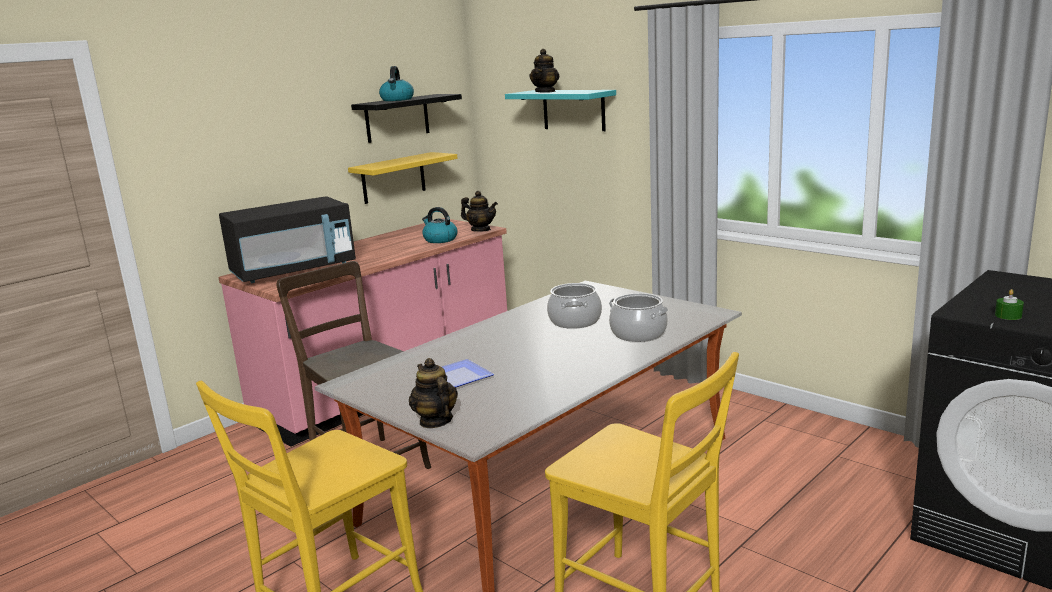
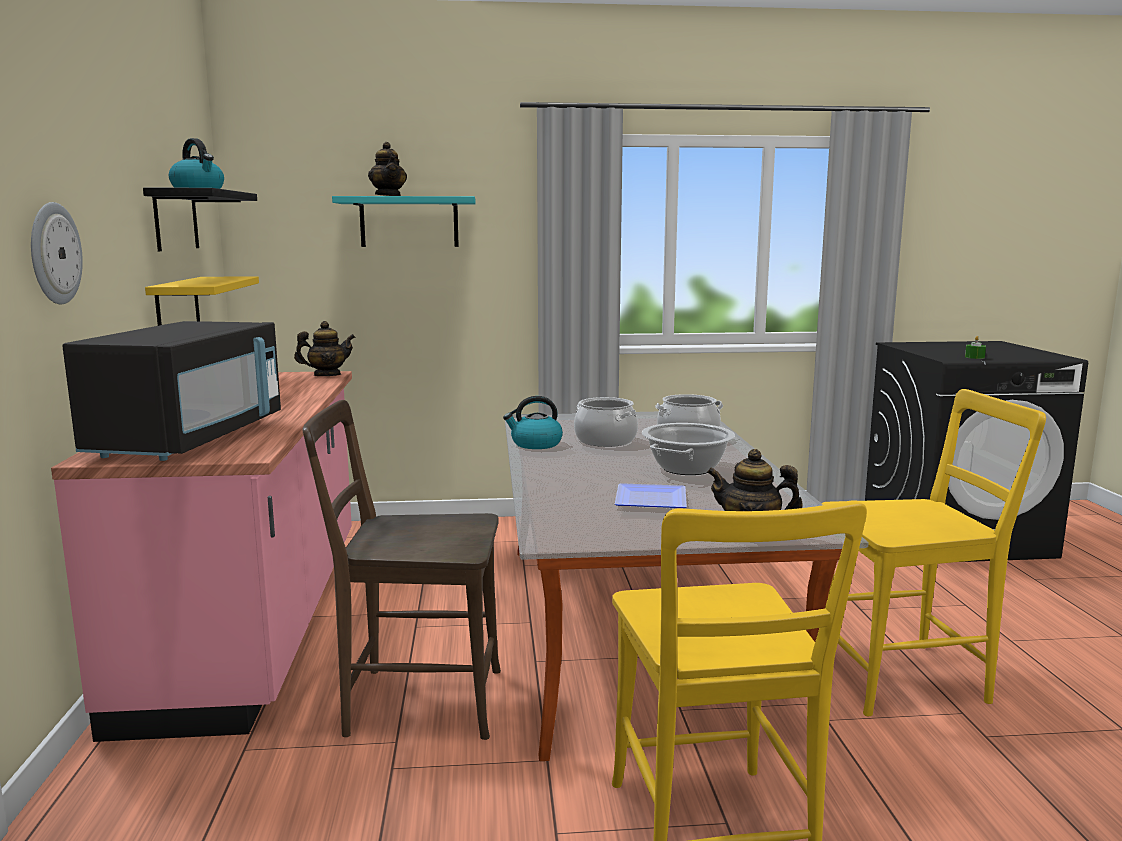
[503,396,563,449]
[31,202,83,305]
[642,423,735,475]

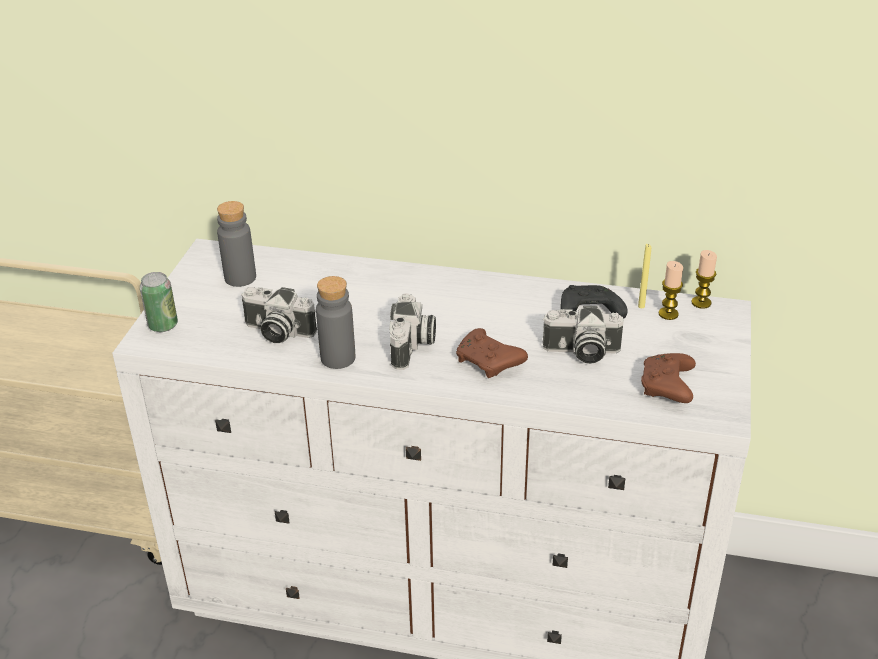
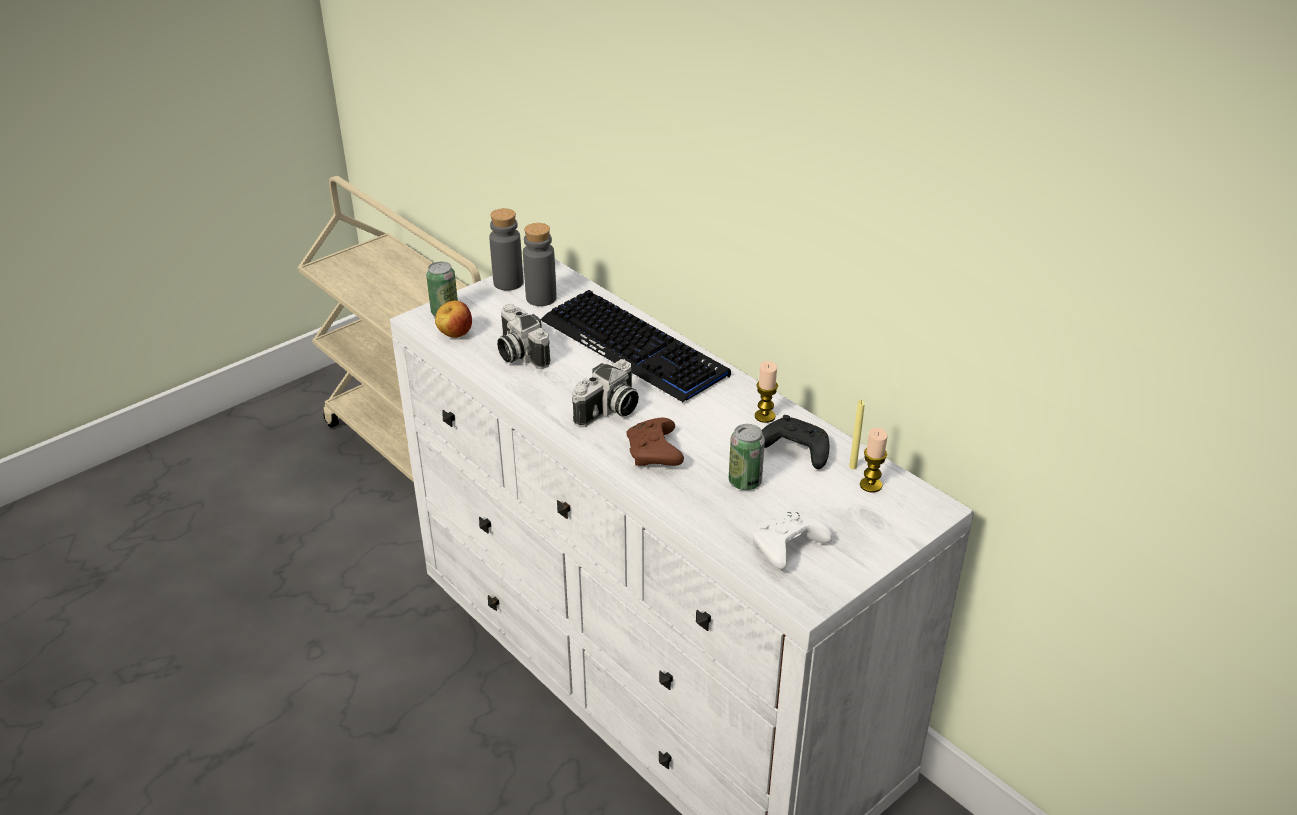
[755,361,778,423]
[489,208,523,291]
[729,424,765,490]
[752,511,832,569]
[541,290,731,402]
[435,301,472,338]

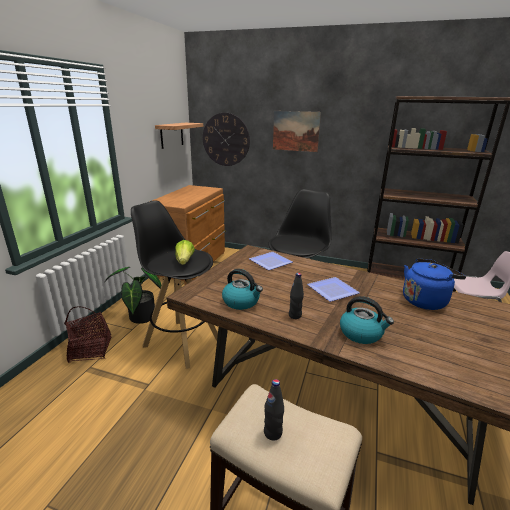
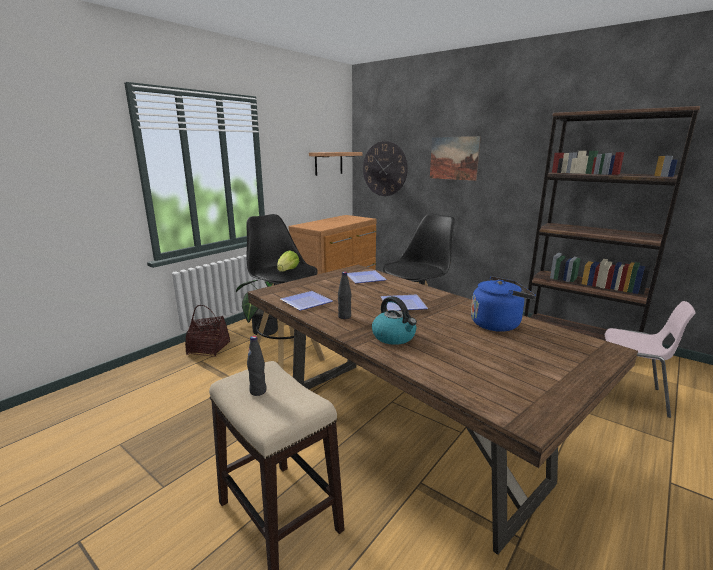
[281,291,333,311]

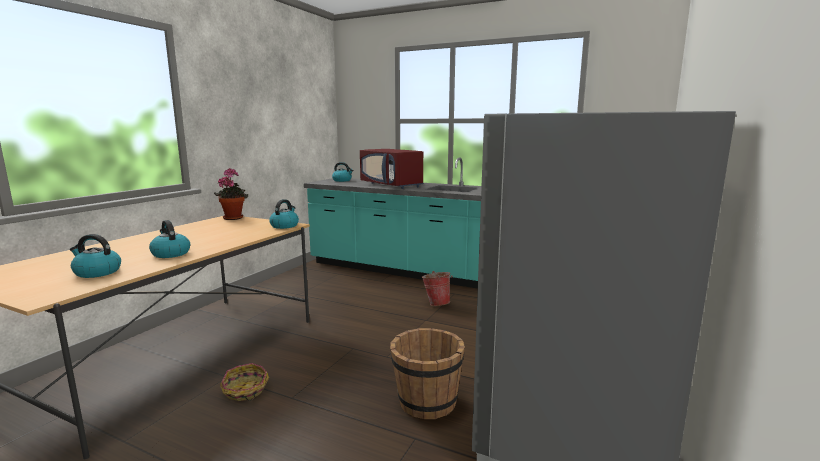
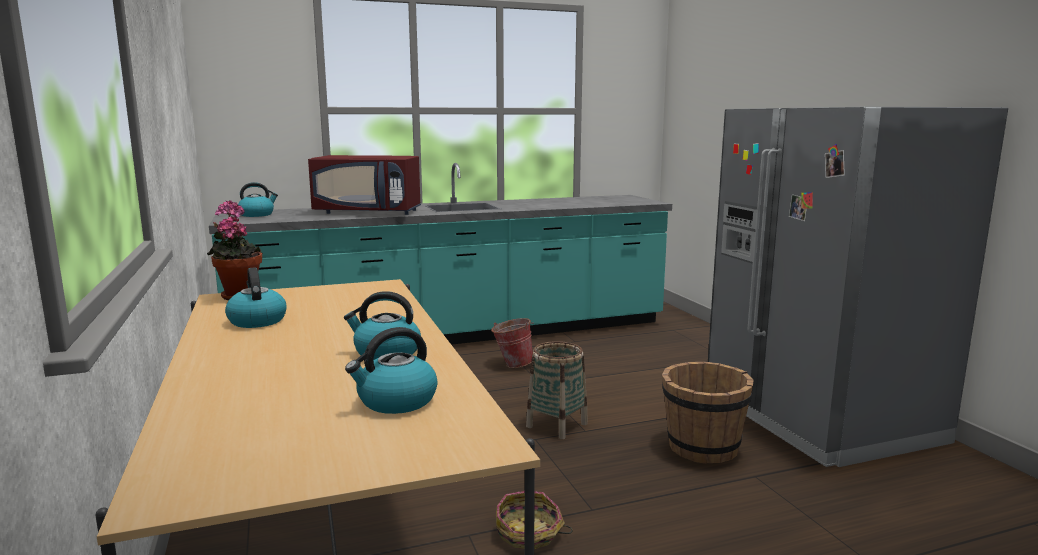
[225,267,286,328]
[526,341,588,439]

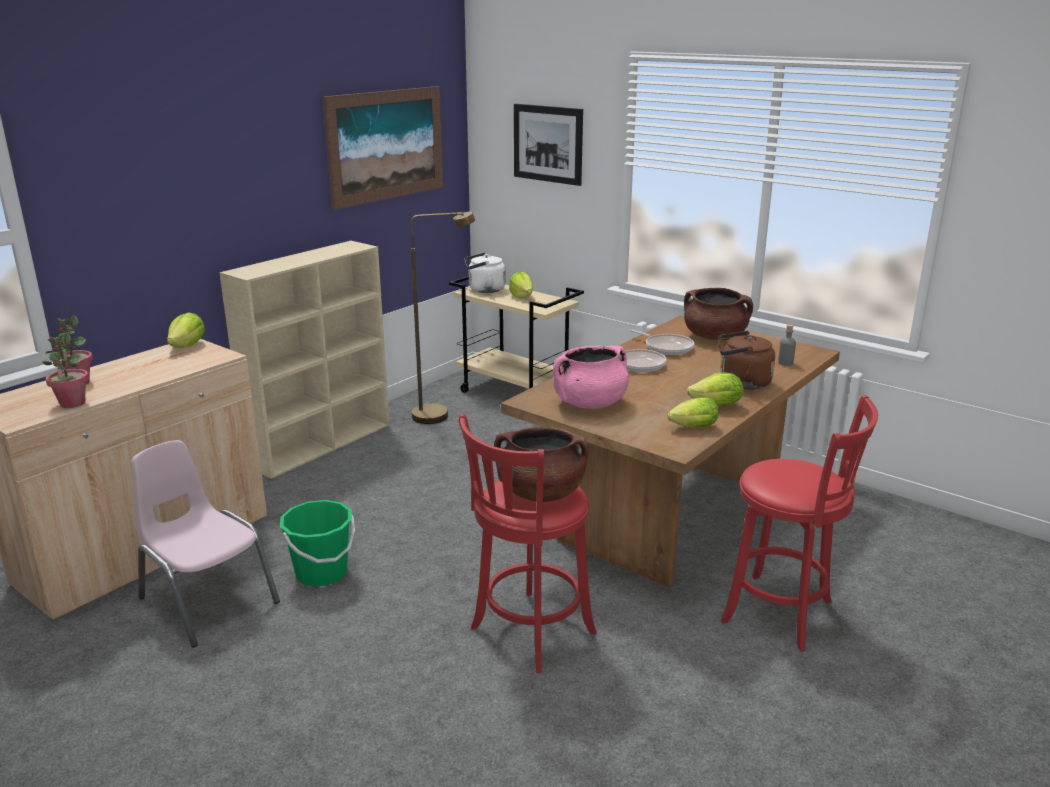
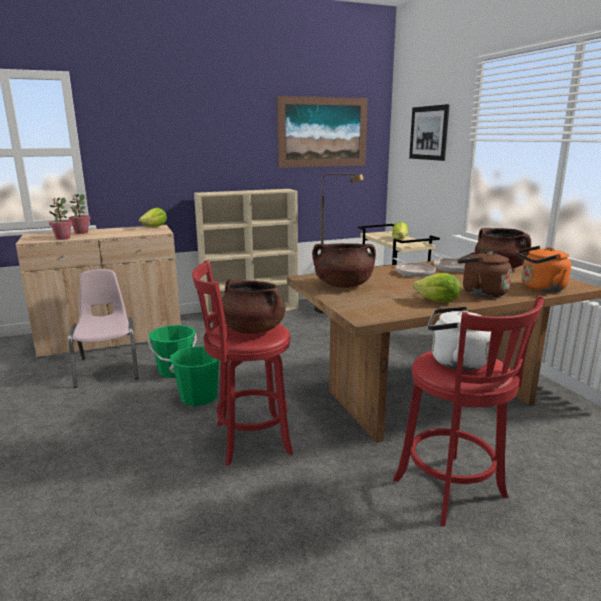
[428,307,491,370]
[517,246,571,292]
[312,243,376,288]
[667,397,719,428] (first image)
[170,346,219,406]

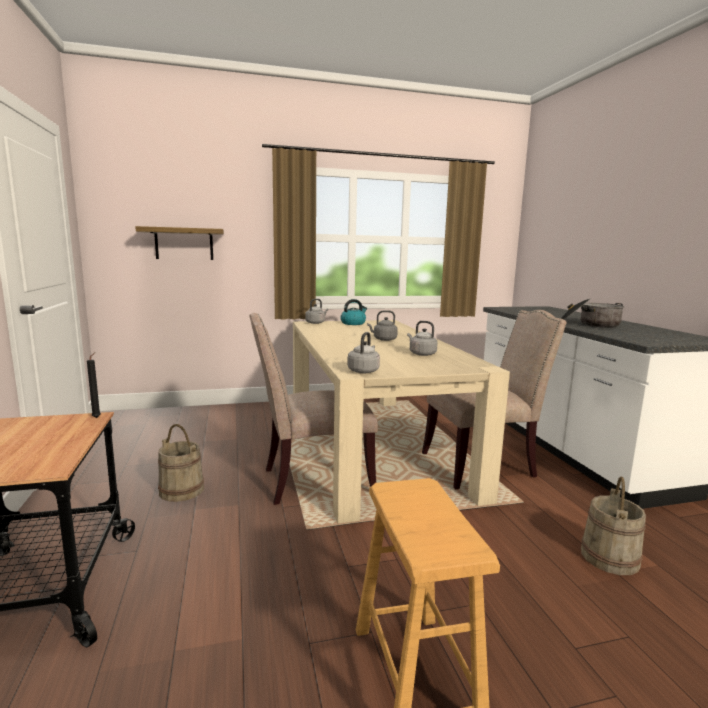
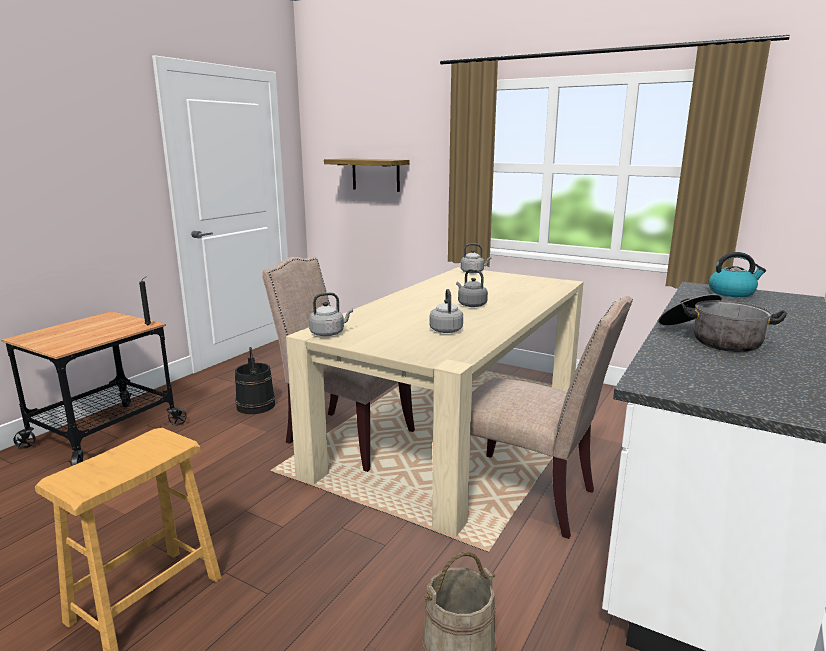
[709,252,766,297]
[235,347,275,414]

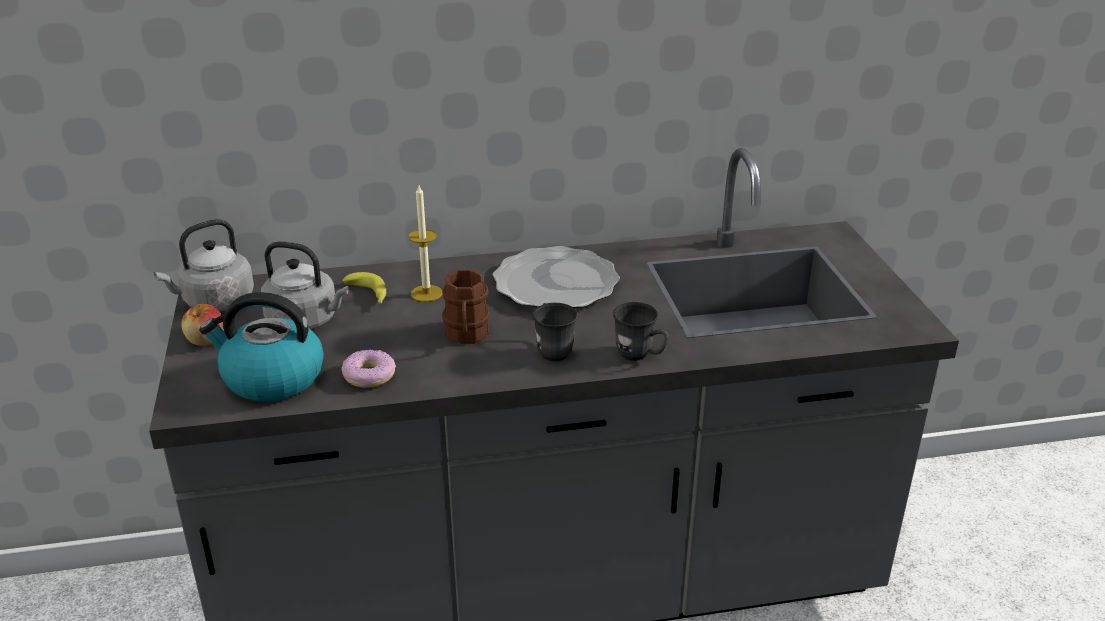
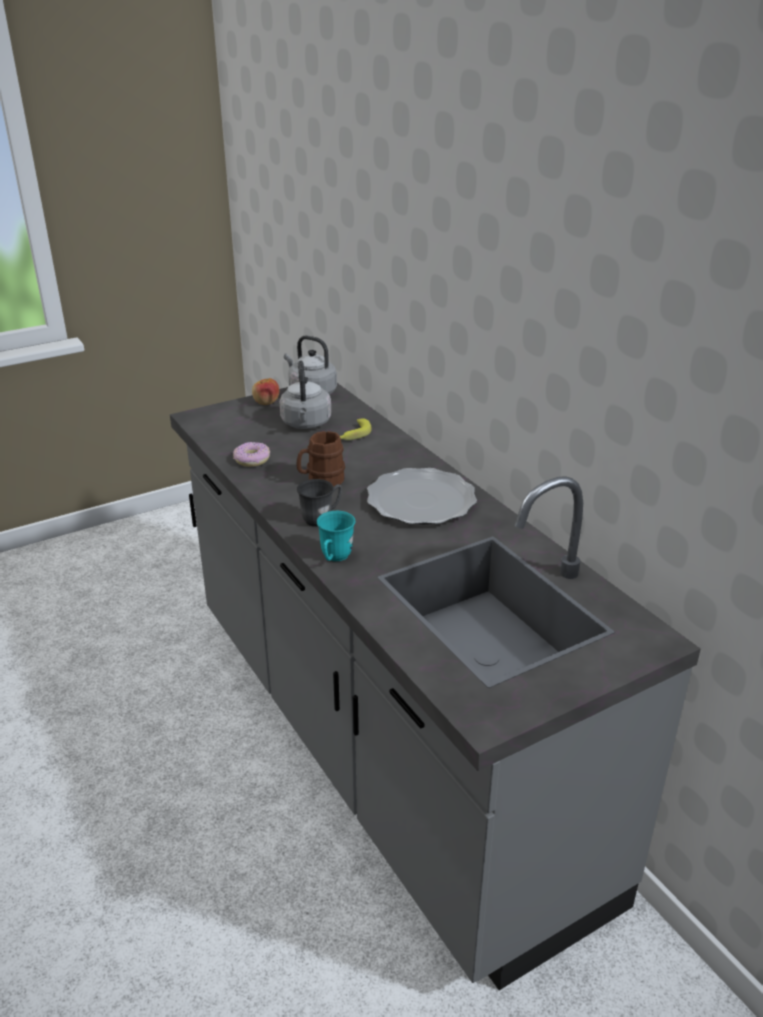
[409,185,442,302] (first image)
[199,292,324,402] (first image)
[317,511,355,561]

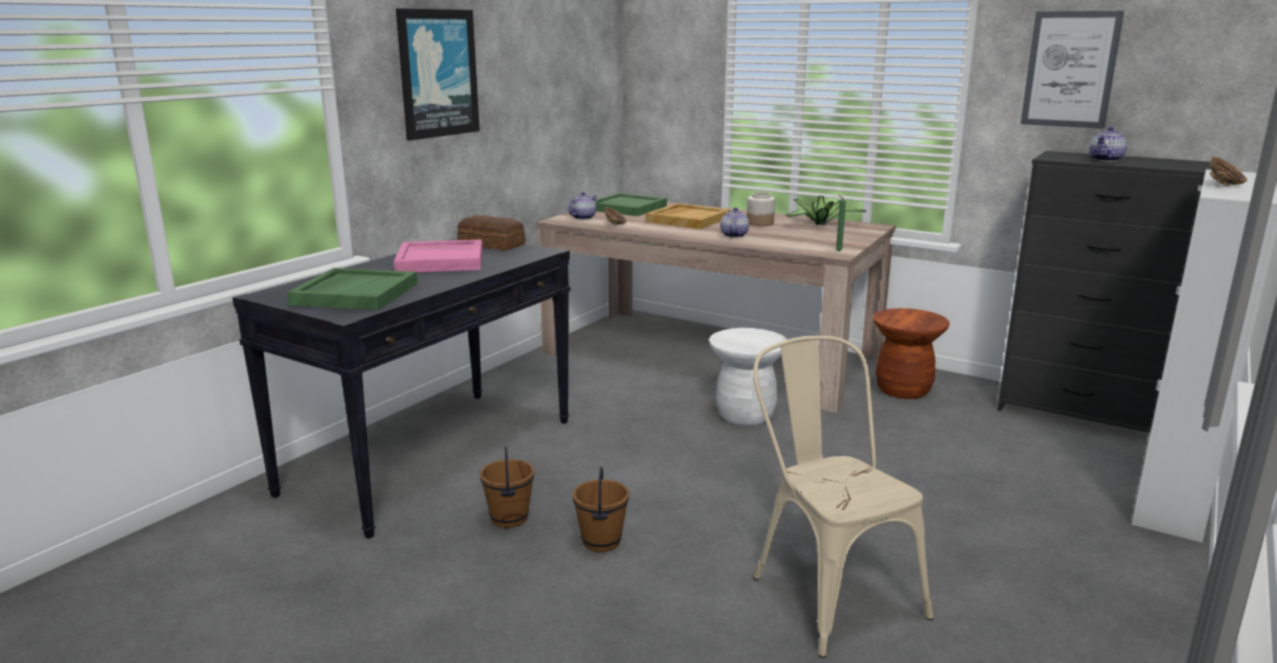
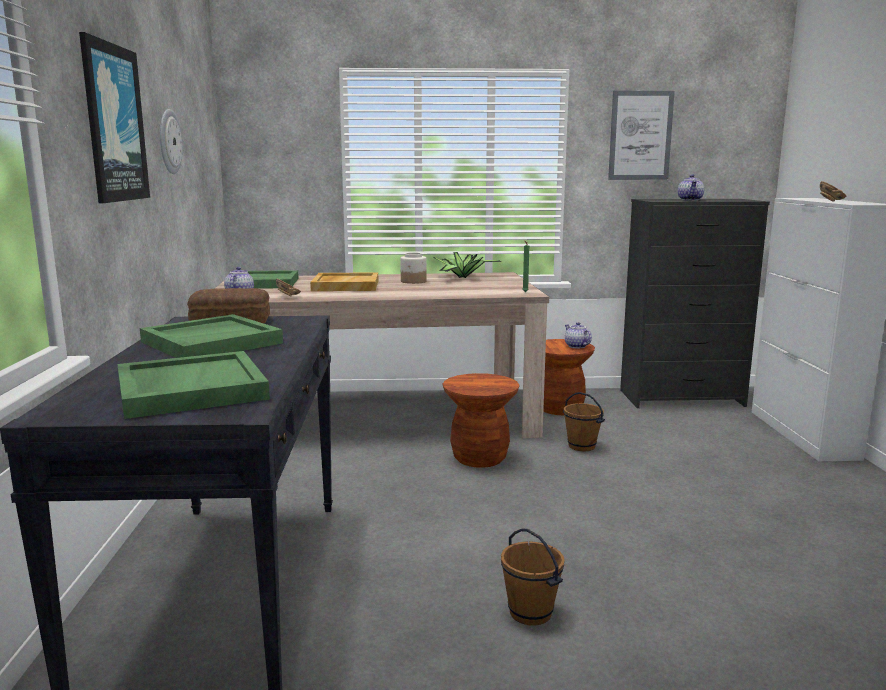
[565,322,592,348]
[140,314,283,358]
[443,373,519,468]
[753,336,933,658] (first image)
[563,392,605,451]
[160,109,183,174]

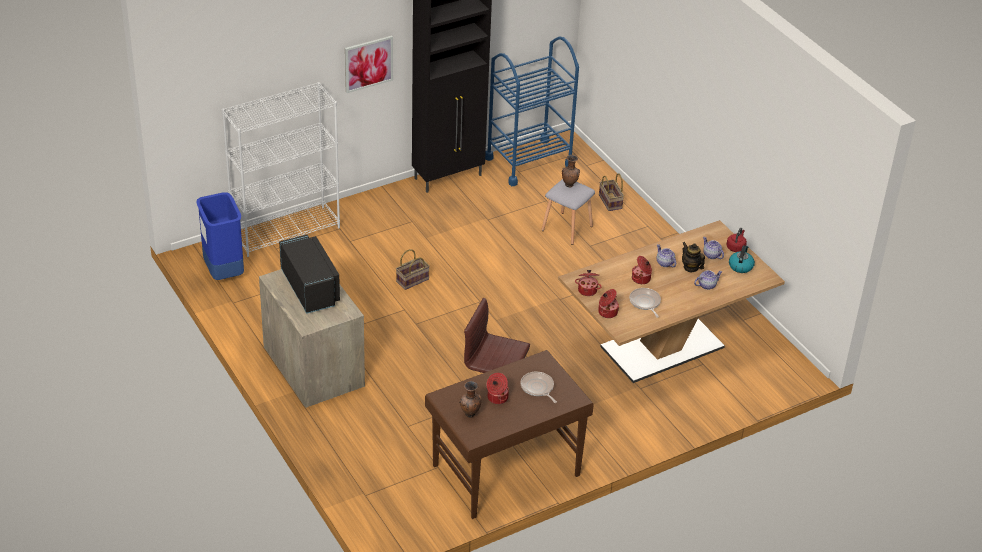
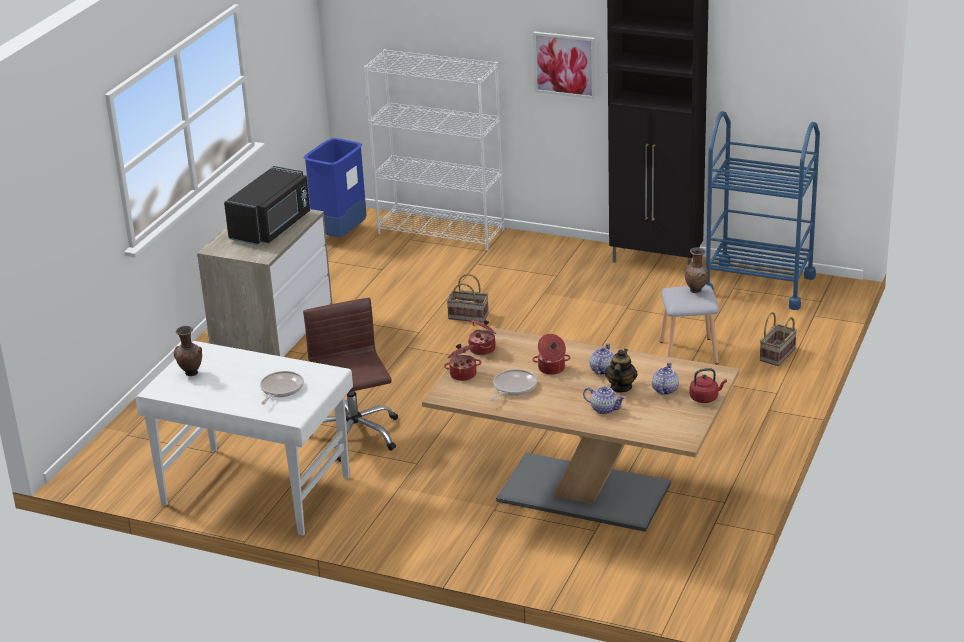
[729,245,755,273] (first image)
[136,341,353,536]
[487,373,509,404] (first image)

